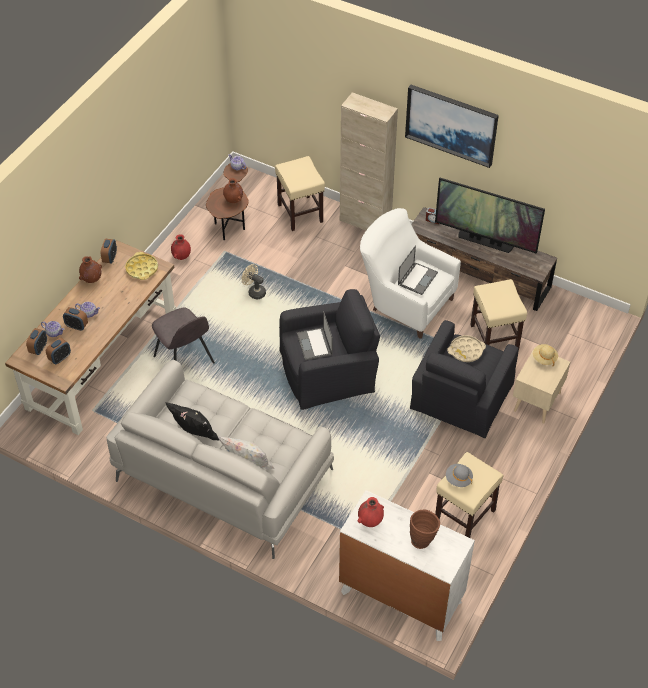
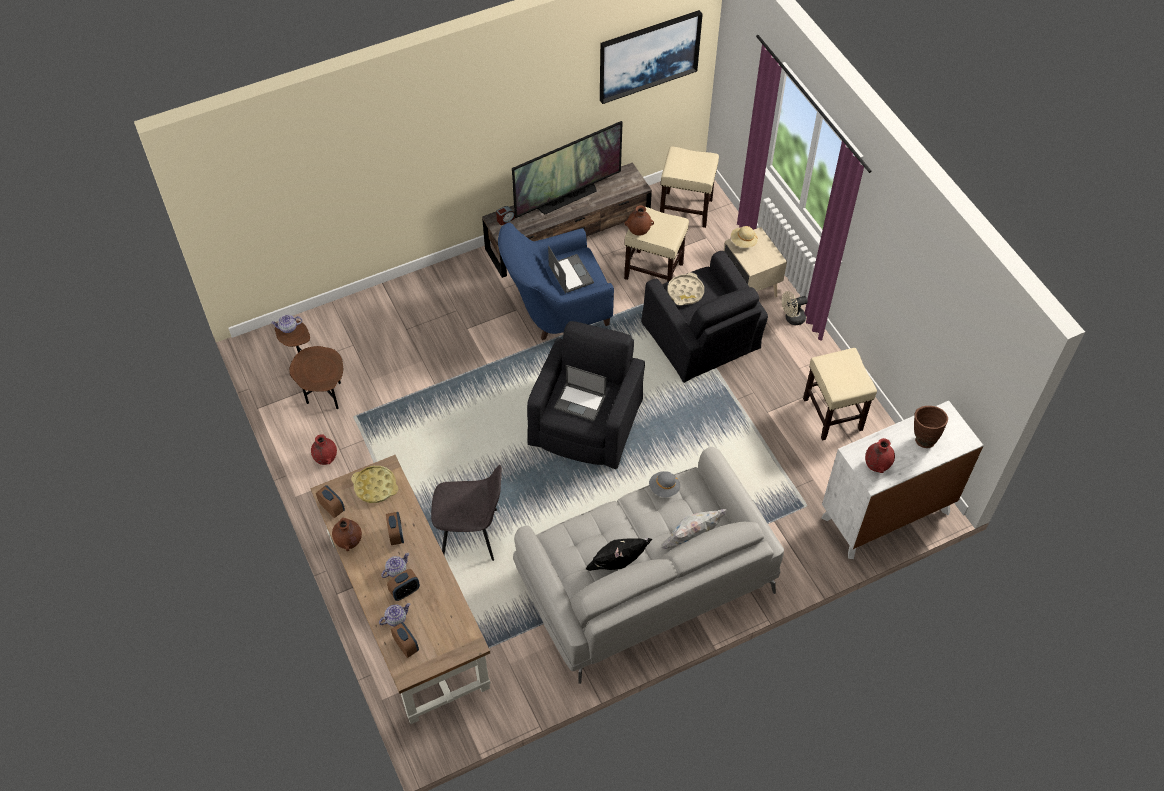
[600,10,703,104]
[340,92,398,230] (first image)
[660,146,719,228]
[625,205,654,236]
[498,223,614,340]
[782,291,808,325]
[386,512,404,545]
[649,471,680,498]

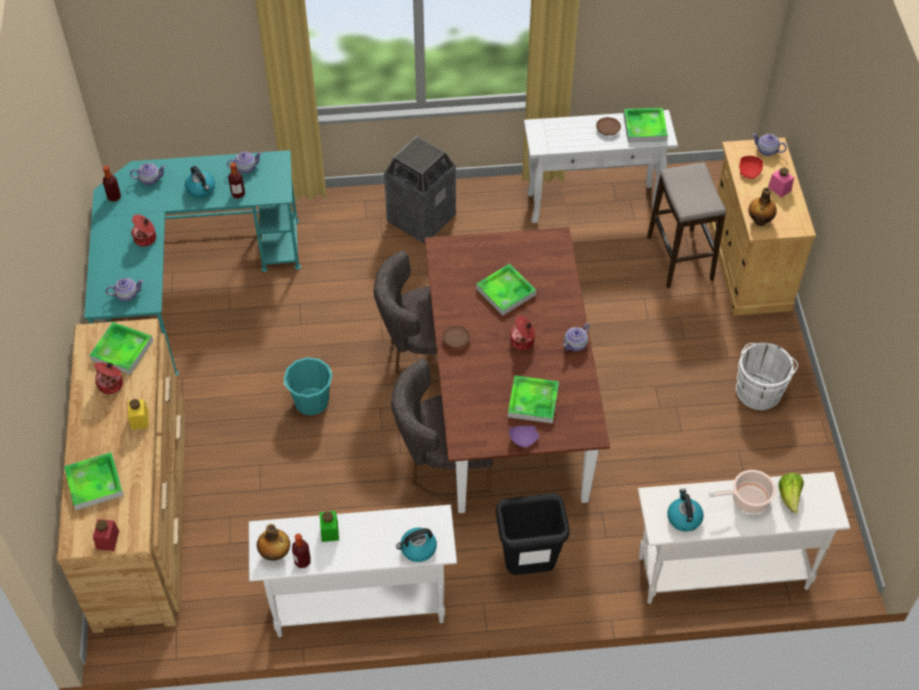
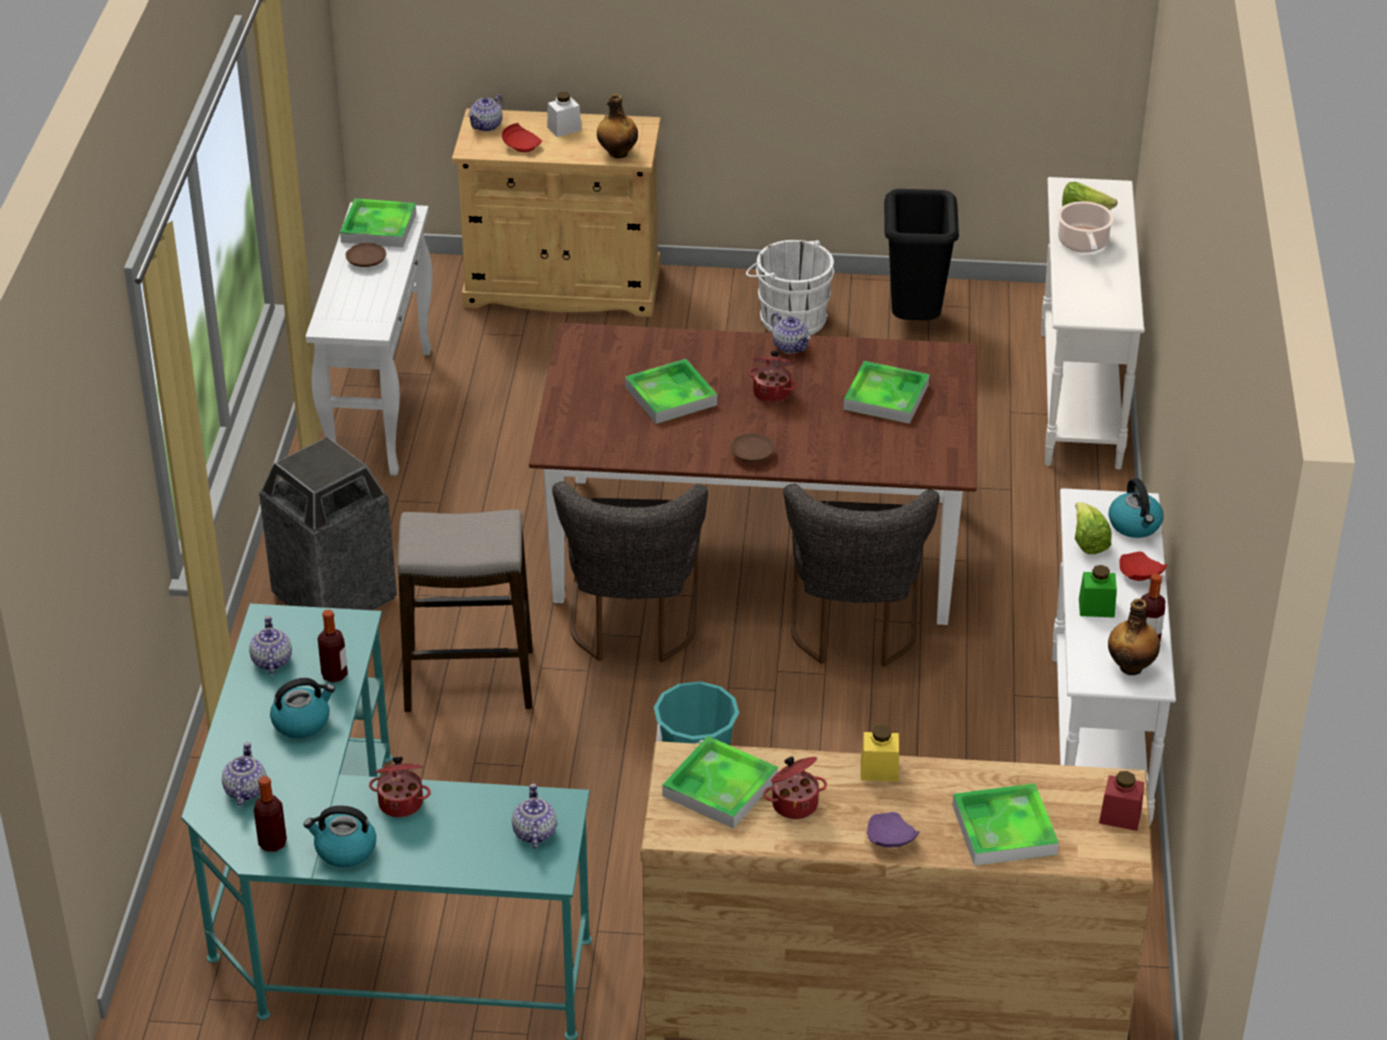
[397,510,533,712]
[547,92,581,137]
[867,812,920,848]
[303,806,376,868]
[884,189,959,320]
[1075,502,1112,554]
[1119,552,1167,581]

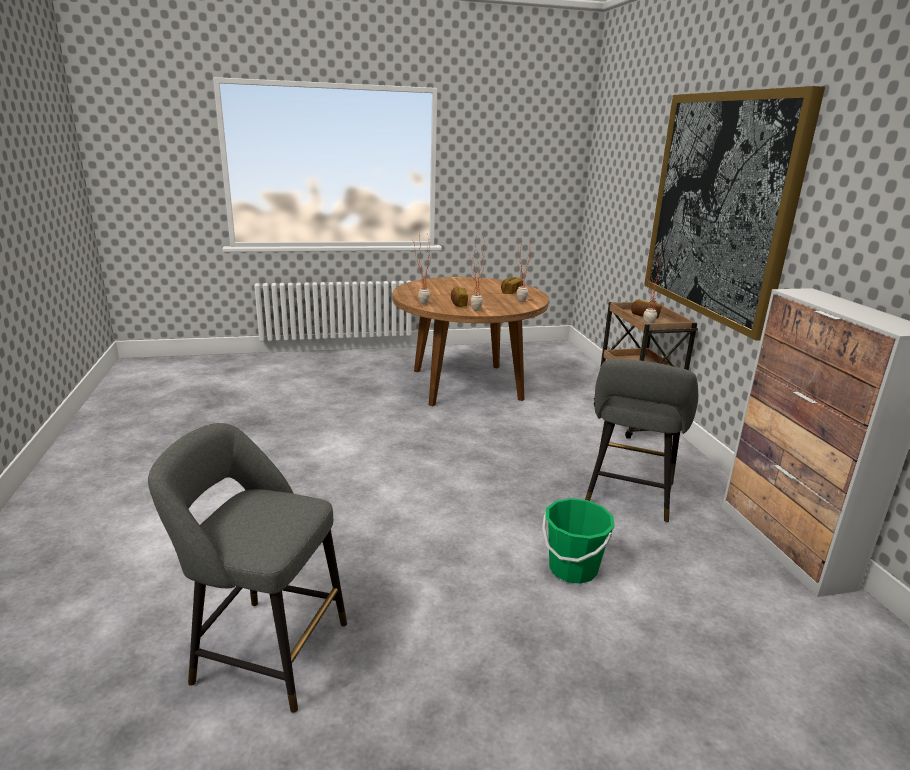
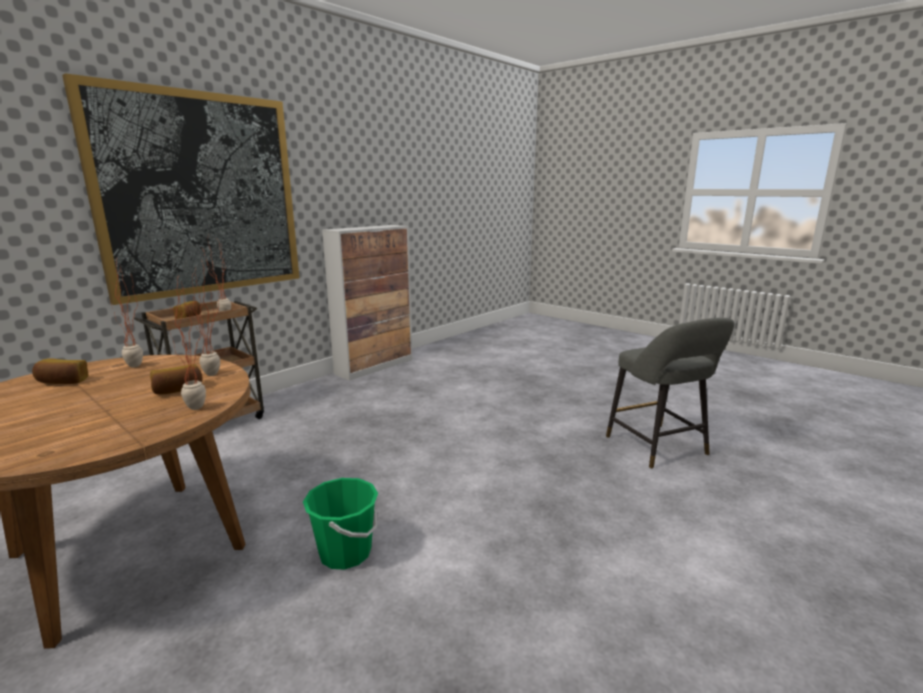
[585,359,698,523] (first image)
[303,478,378,569]

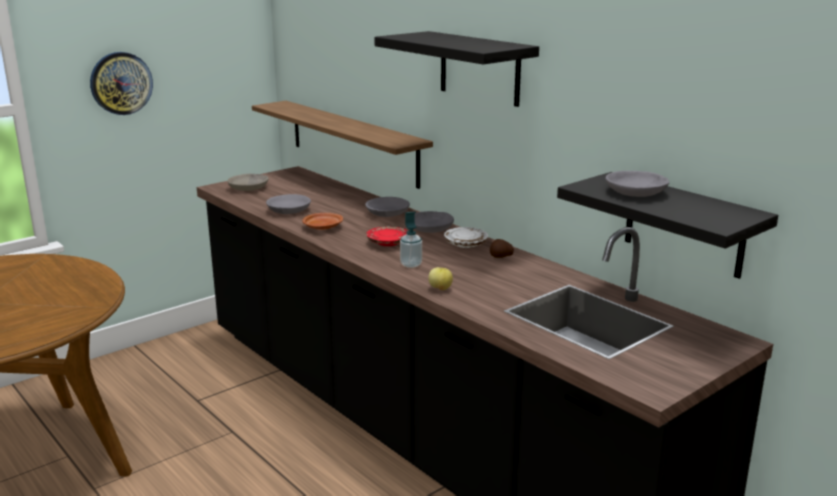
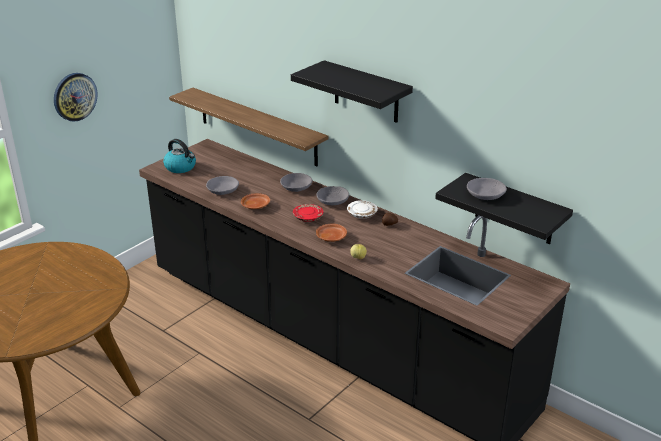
[163,139,196,173]
[316,224,347,242]

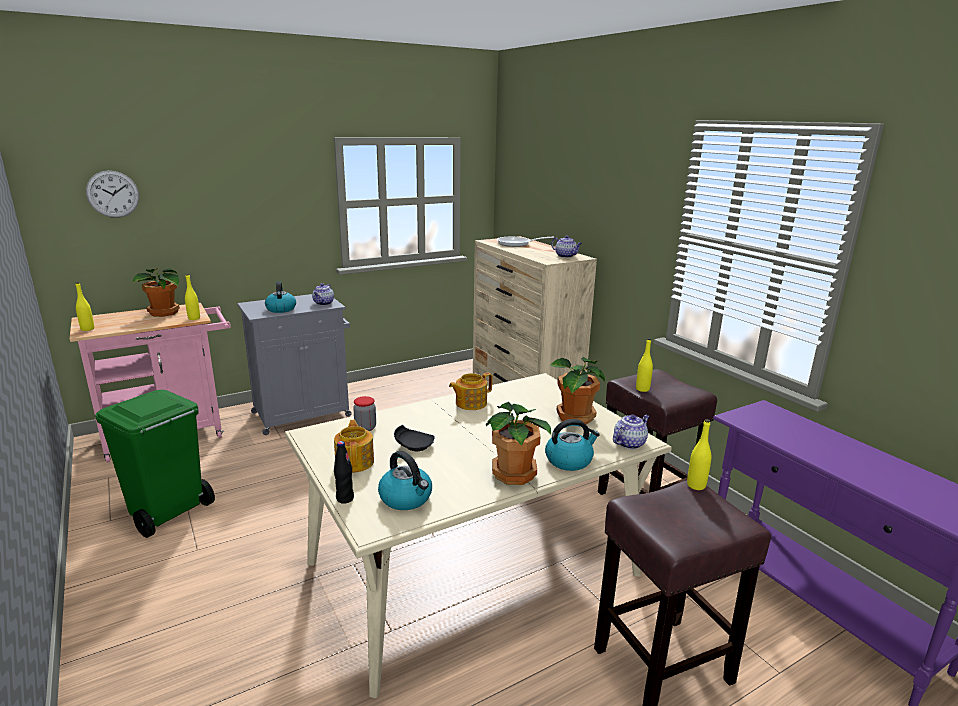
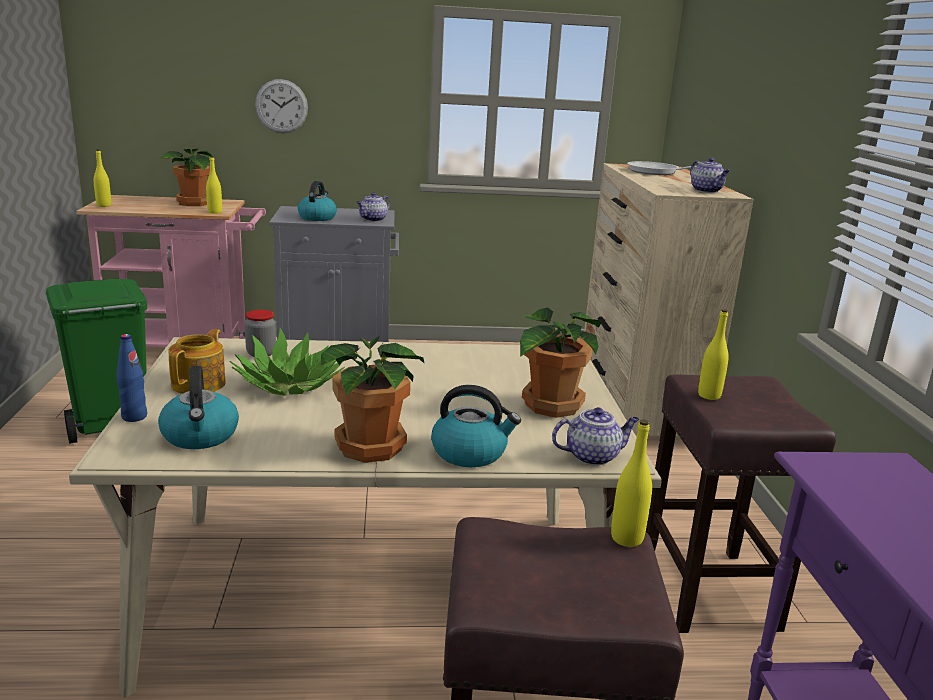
[255,79,308,133]
[449,373,493,410] (first image)
[229,328,345,396]
[116,334,147,422]

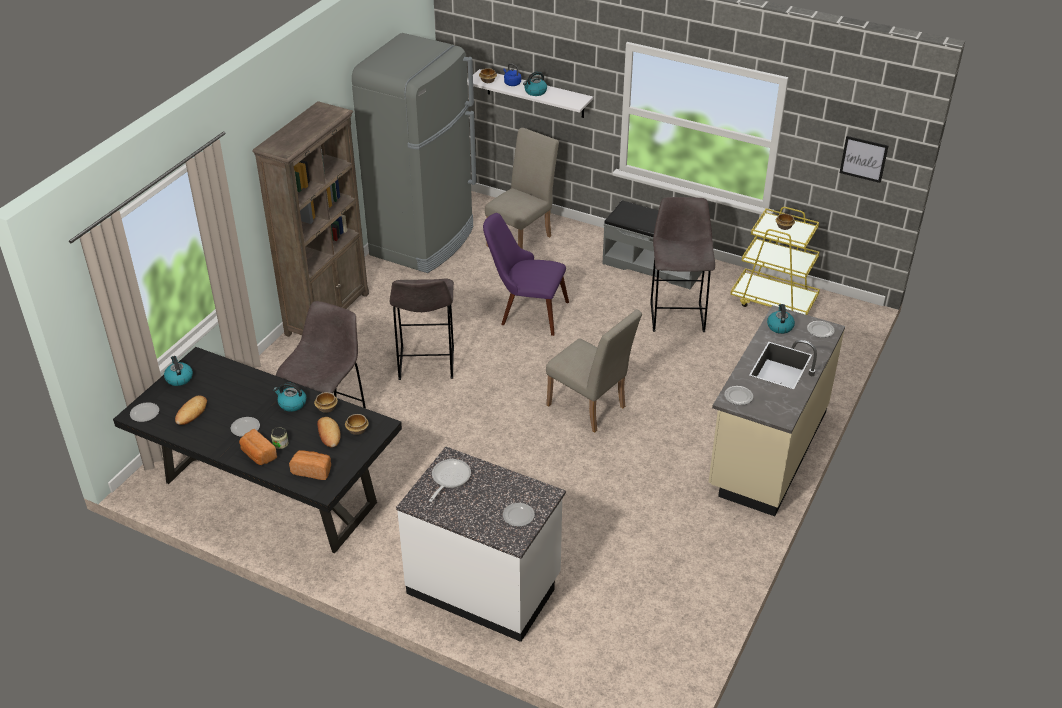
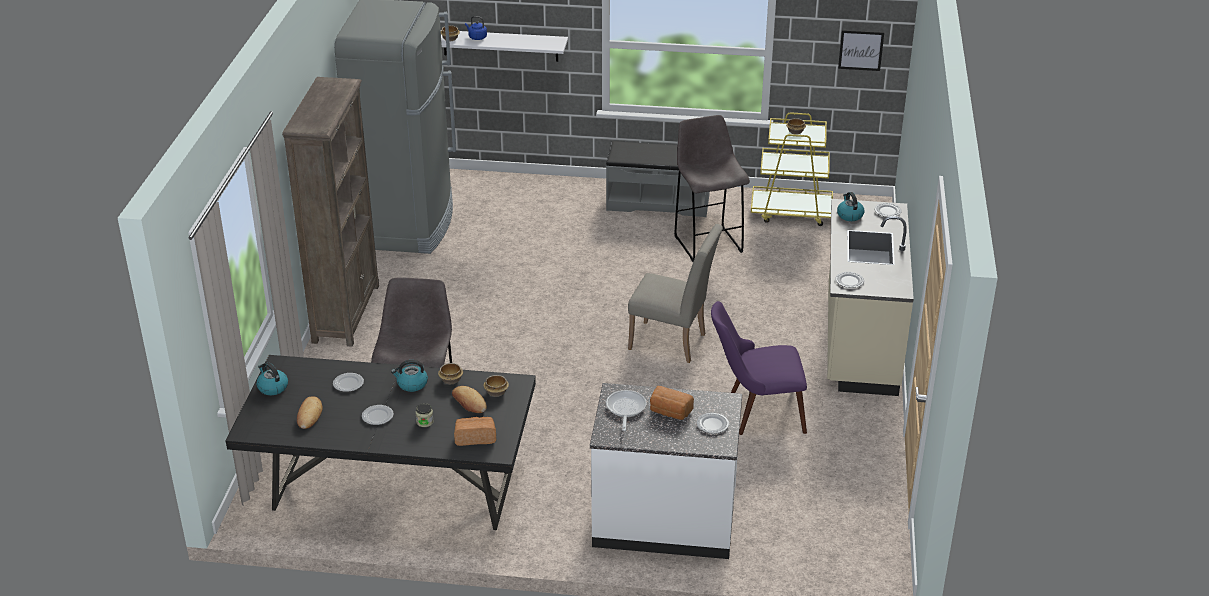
[523,71,547,96] (first image)
[485,128,559,249] (first image)
[711,301,807,435]
[390,279,454,380] (first image)
[333,373,364,392]
[650,386,694,420]

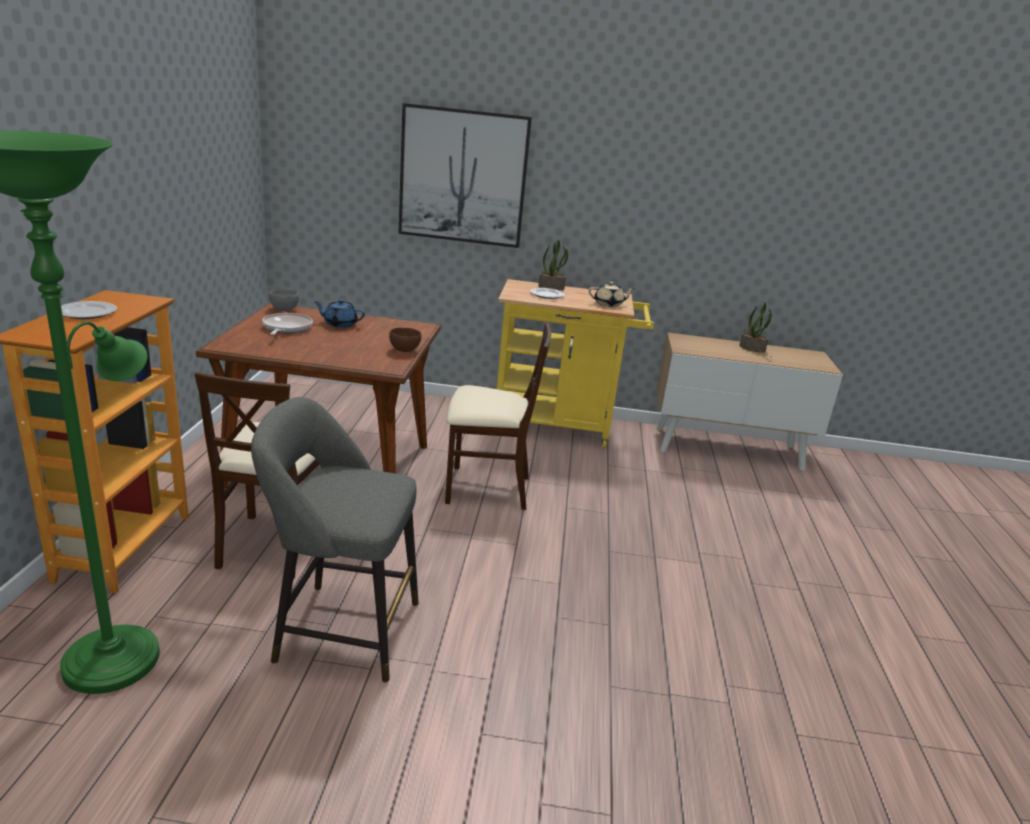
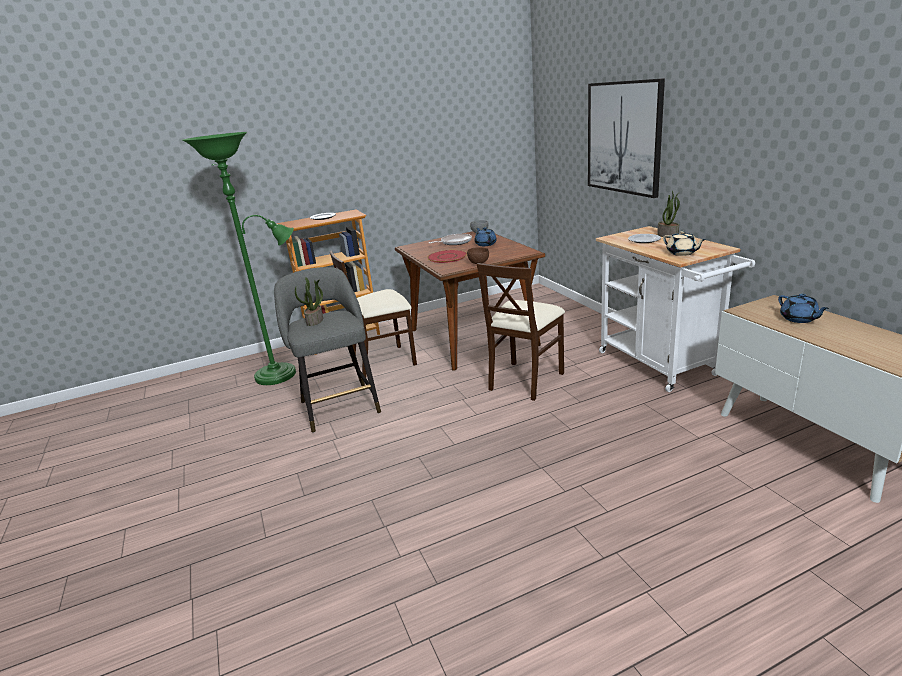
[596,226,755,392]
[295,277,323,326]
[477,263,565,401]
[427,250,467,263]
[778,294,829,323]

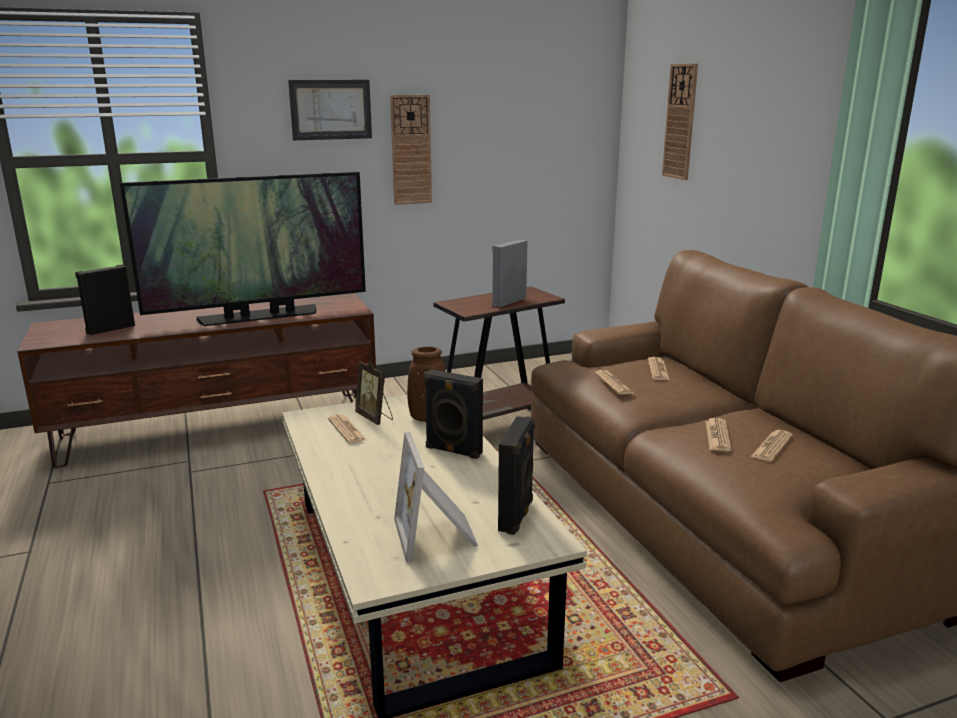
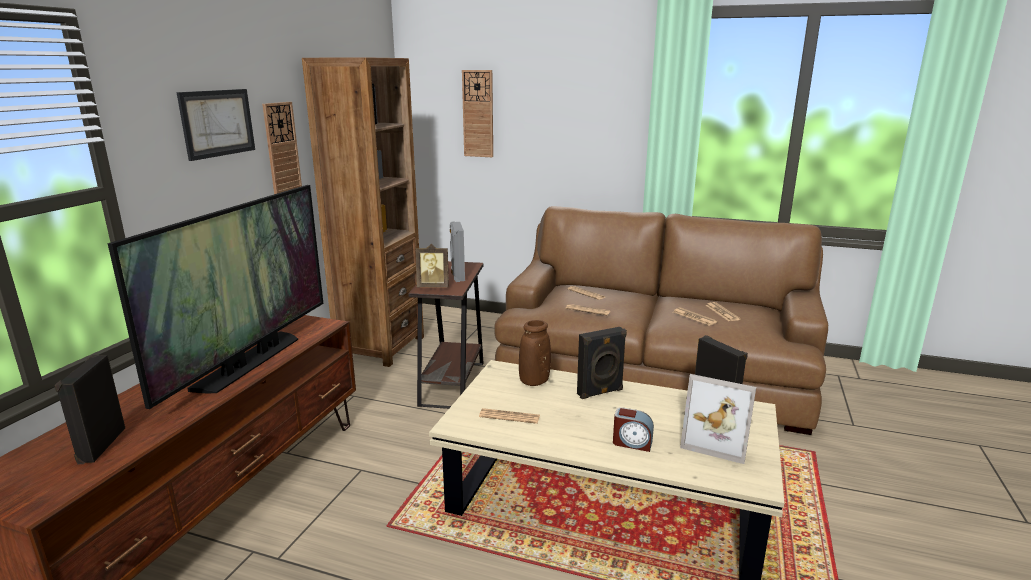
[416,244,449,288]
[302,57,424,367]
[613,407,654,452]

